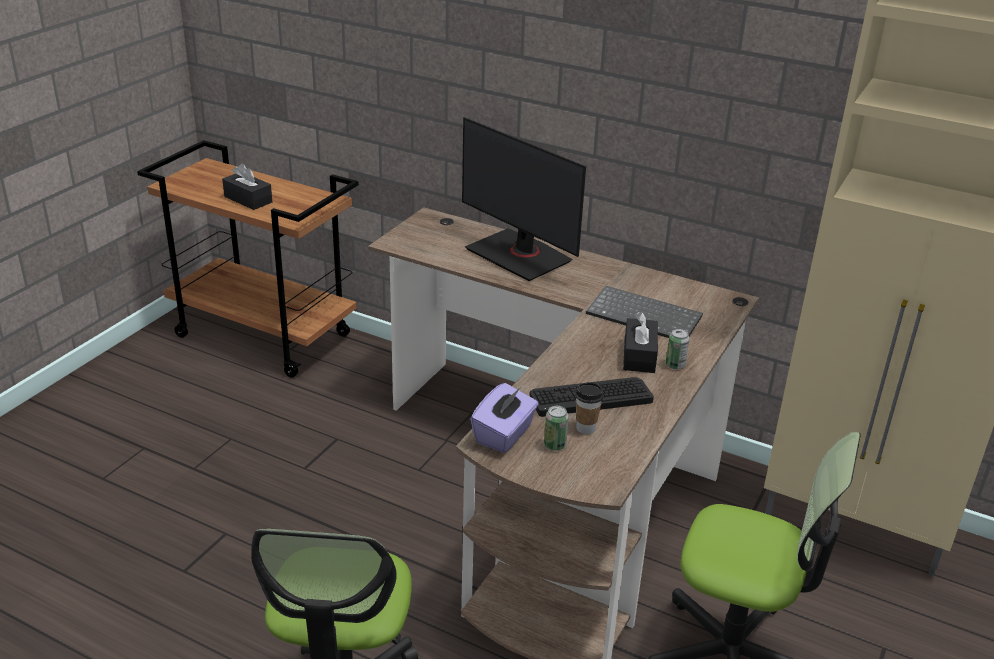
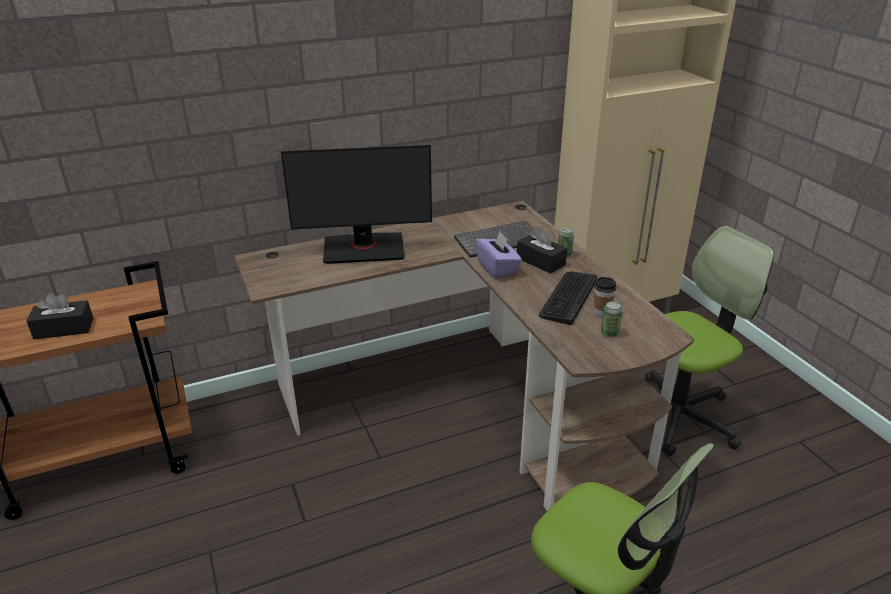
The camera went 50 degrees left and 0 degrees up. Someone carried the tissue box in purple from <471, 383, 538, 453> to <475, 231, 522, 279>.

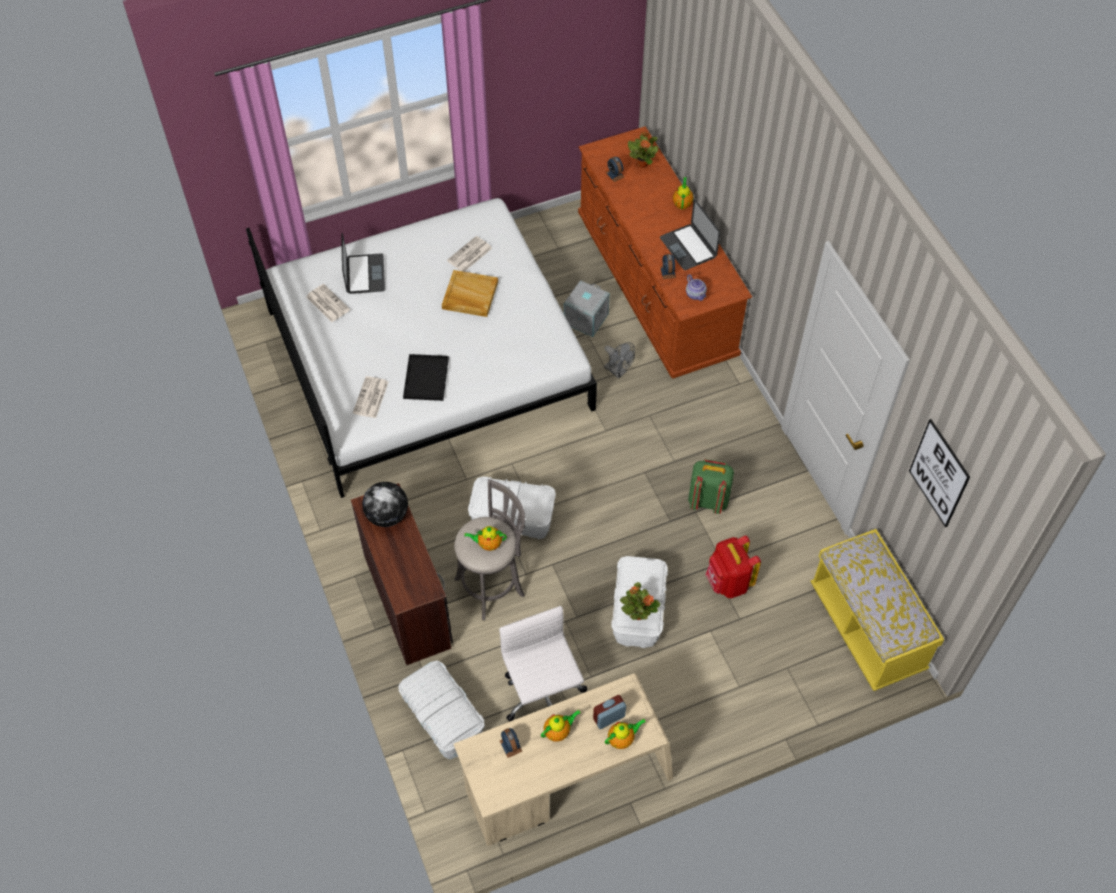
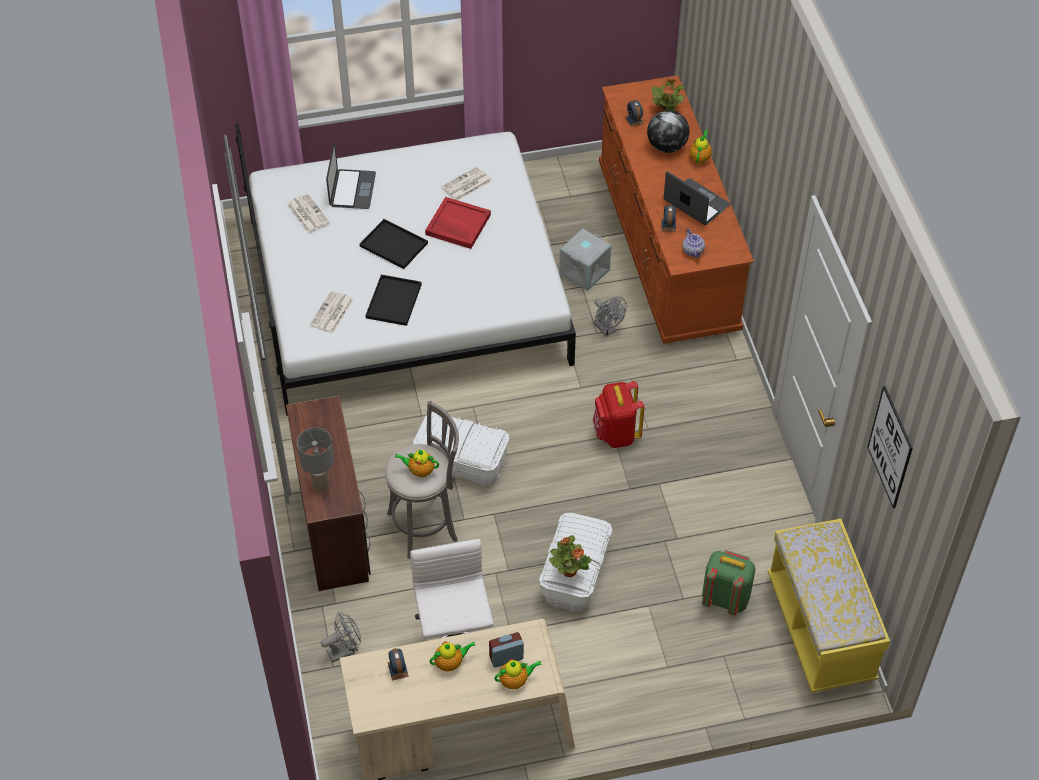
The camera went 10 degrees right and 5 degrees down. Someone put down the table lamp in grey at <297, 428, 334, 492>. Someone put down the tray in black at <360, 219, 428, 269>. Someone carried the globe from <362, 482, 408, 527> to <647, 110, 689, 153>. Someone carried the backpack in green from <688, 459, 734, 514> to <702, 550, 756, 615>. Someone carried the backpack in red from <705, 535, 761, 598> to <592, 381, 644, 448>. Someone swapped the storage box in white at <398, 661, 485, 759> for the fan in grey at <321, 612, 361, 663>. Someone repainted the tray in beige at <442, 270, 498, 317>, which became the tray in red at <425, 197, 491, 249>. Someone rotated the laptop at <660, 199, 720, 270> by 150 degrees clockwise.

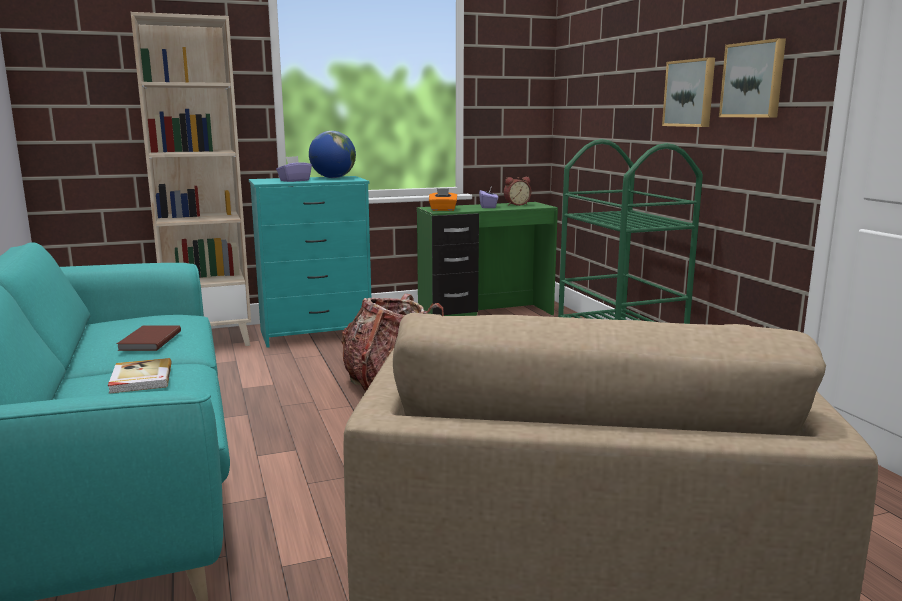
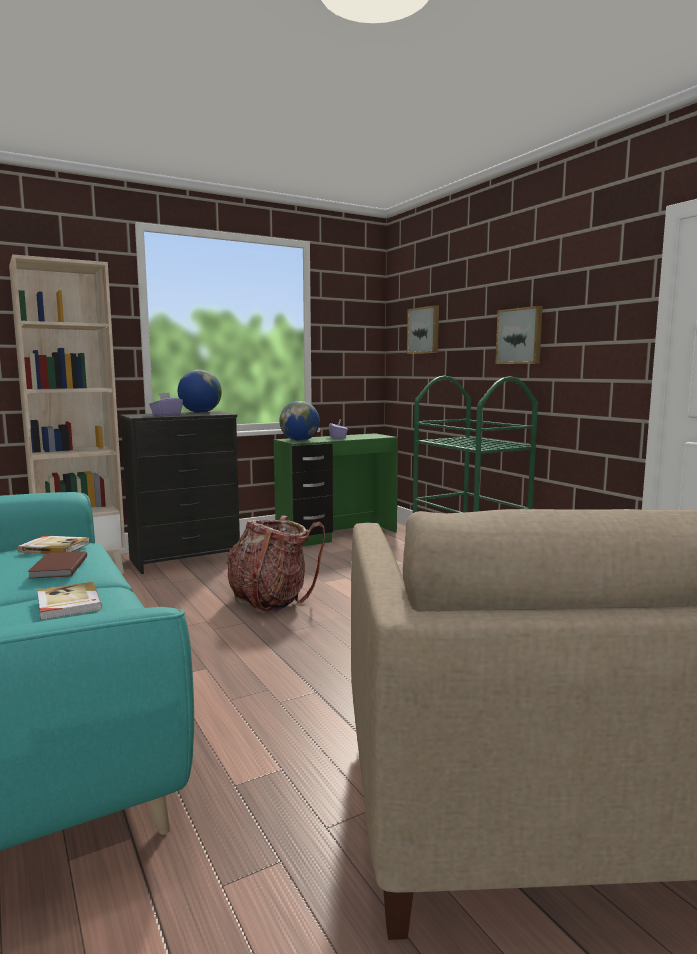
The camera went 10 degrees left and 5 degrees down. Someone took away the alarm clock at <504, 177, 531, 206>. Someone put down the book at <17, 535, 90, 554>. Someone carried the picture from <719, 38, 786, 118> to <407, 305, 439, 354>. Someone swapped the tissue box in orange at <429, 188, 457, 211> for the globe at <279, 401, 320, 441>. Someone repainted the dresser in turquoise at <249, 176, 371, 348>, which became the dresser in black at <119, 411, 240, 574>.

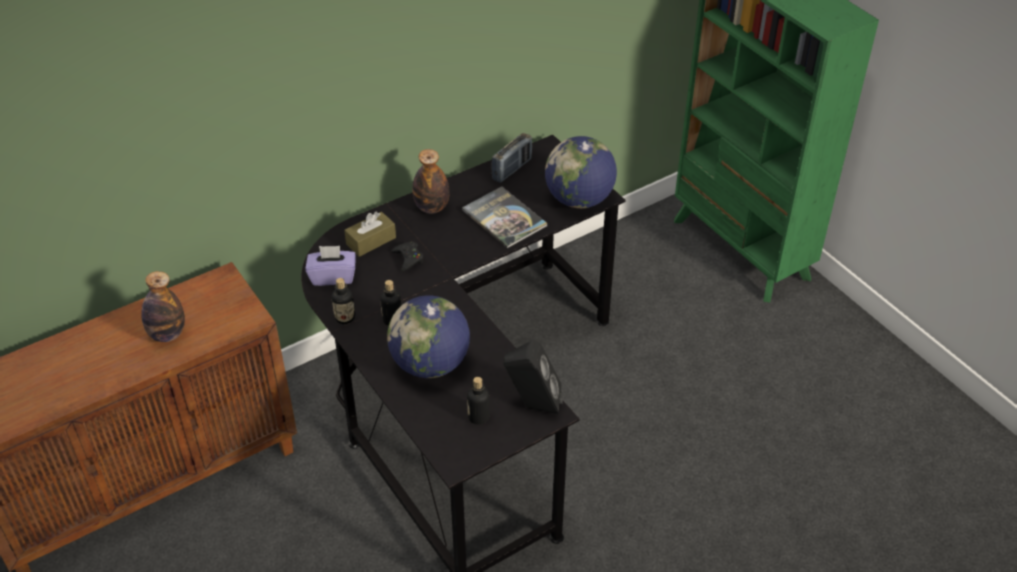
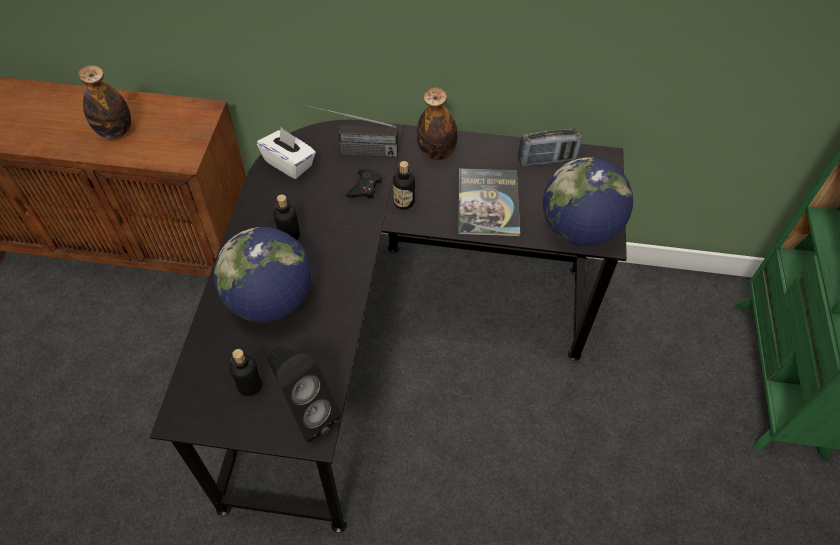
The camera went 40 degrees right and 10 degrees up. Someone carried the bottle from <332, 278, 355, 324> to <393, 161, 415, 210>. Someone swapped the tissue box in brown at <344, 212, 396, 257> for the radio at <306, 105, 398, 158>. Someone repainted the tissue box in purple at <305, 246, 356, 286>, which became the tissue box in white at <257, 127, 316, 179>.

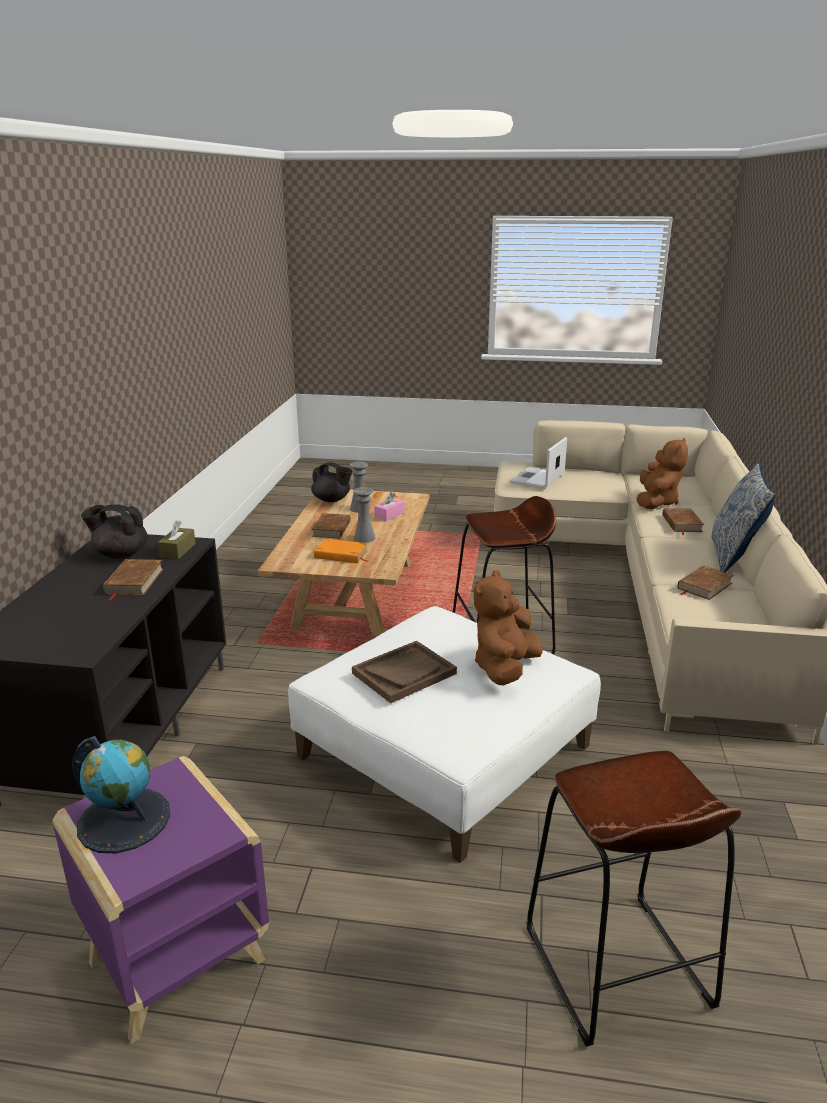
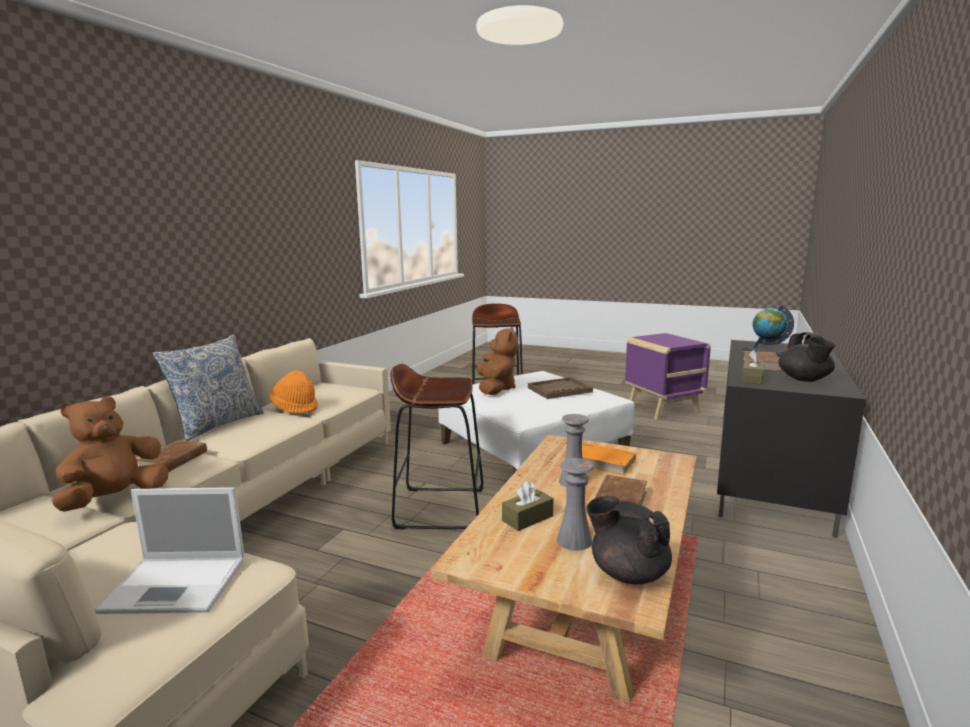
The camera went 165 degrees left and 10 degrees down. Someone carried the globe from <72, 736, 170, 853> to <743, 305, 794, 356>. Someone swapped the book in brown at <678, 565, 734, 600> for the hat in orange at <269, 371, 318, 414>. Someone repainted the tissue box in pink at <374, 492, 405, 521>, which became the tissue box in brown at <502, 481, 553, 531>. Someone rotated the teapot in black at <81, 504, 148, 559> by 75 degrees clockwise. Someone rotated the plush toy in brown at <474, 570, 543, 686> by 45 degrees counterclockwise. Someone rotated the laptop at <510, 437, 567, 489> by 45 degrees clockwise.

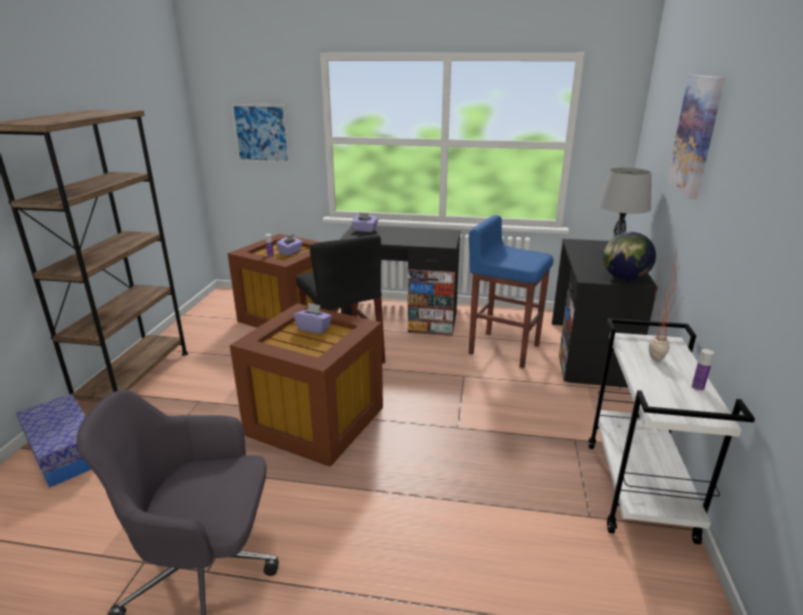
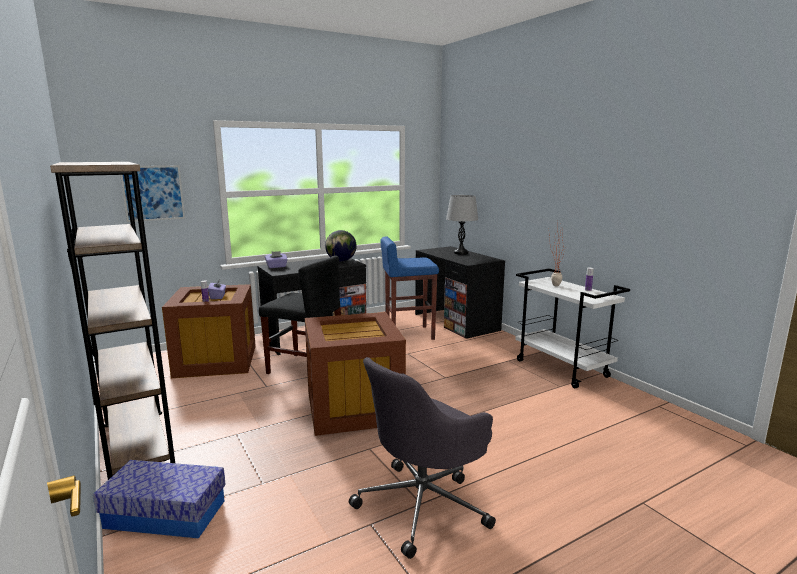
The camera went 40 degrees left and 10 degrees down. Someone took away the tissue box in purple at <294, 303, 332, 334>. Someone took away the picture at <667, 75, 725, 199>. Someone carried the globe from <603, 232, 656, 281> to <325, 230, 357, 261>.

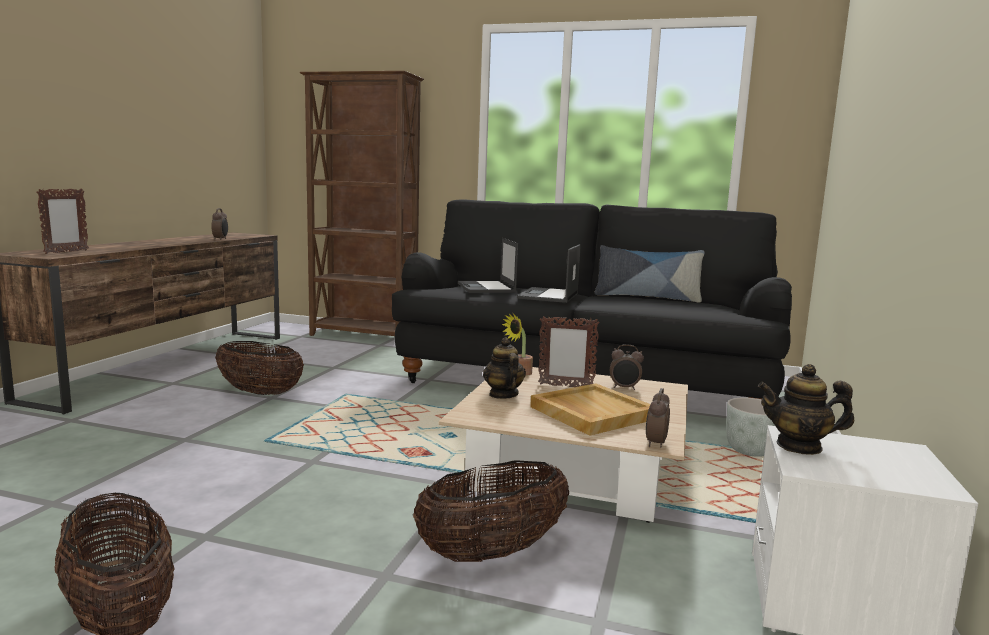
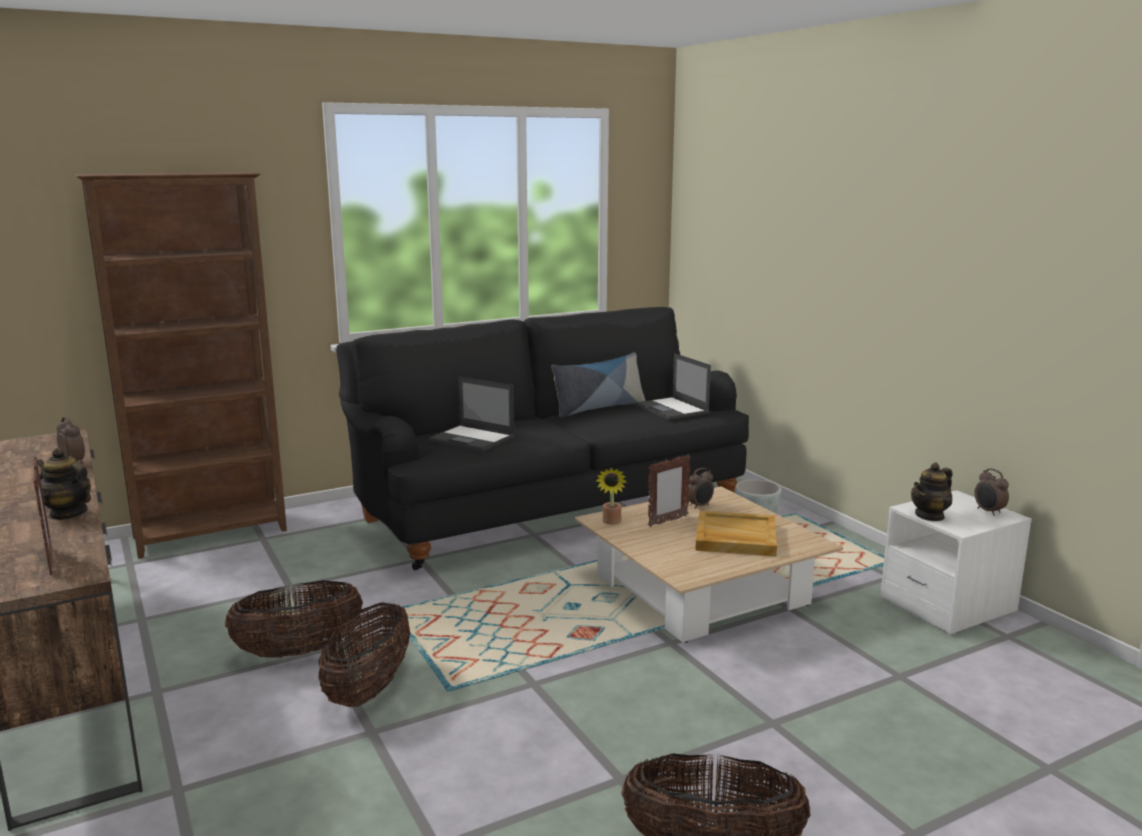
The camera went 45 degrees left and 5 degrees up. Someone carried the basket from <413, 460, 569, 562> to <318, 602, 411, 707>. Someone carried the teapot from <483, 337, 526, 399> to <37, 448, 91, 520>. Someone carried the laptop from <517, 244, 581, 303> to <635, 353, 711, 420>. Someone carried the alarm clock from <646, 388, 670, 447> to <974, 468, 1009, 516>.

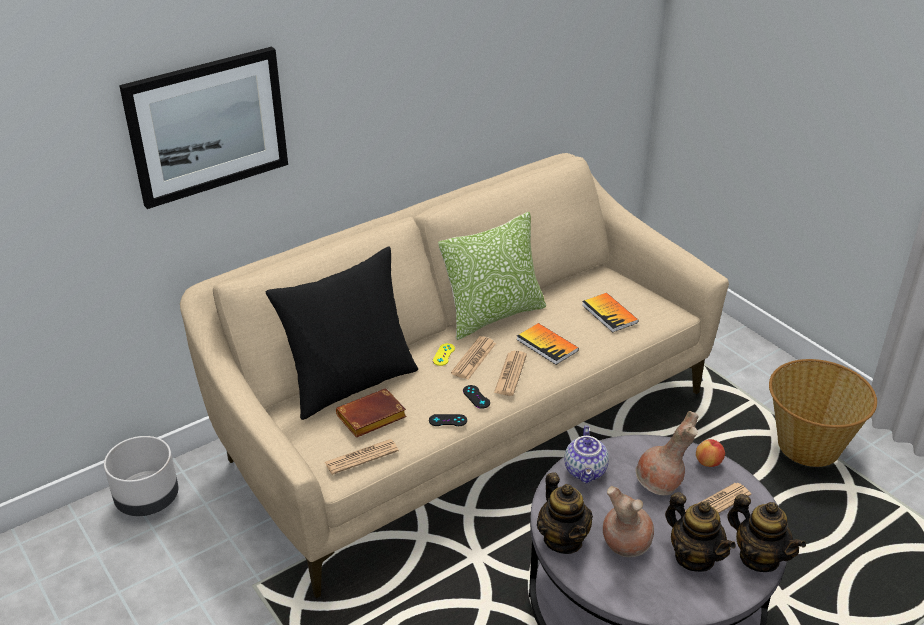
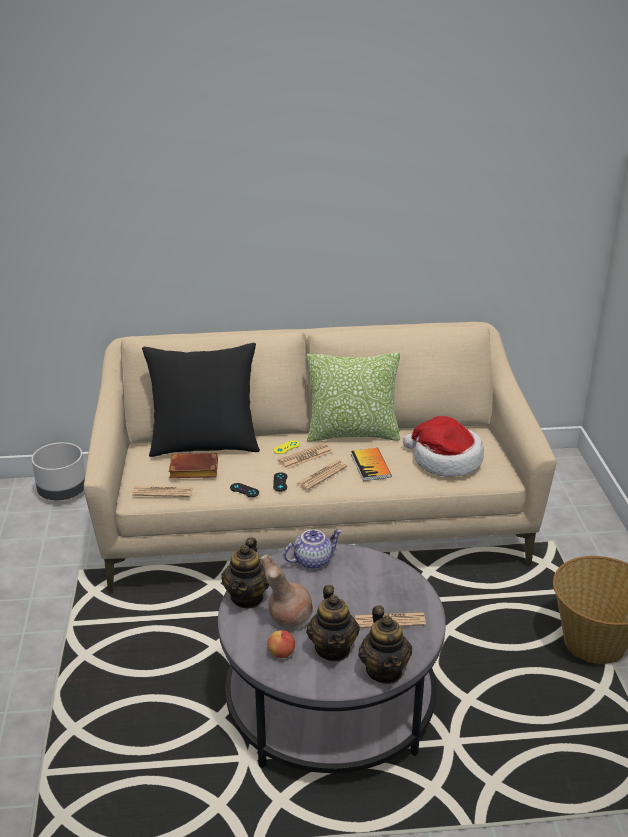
The camera went 30 degrees right and 5 degrees down. Someone took away the picture at <119, 47, 288, 209>. Someone took away the vase in brown at <636, 411, 699, 495>. Someone carried the apple from <696, 439, 725, 467> to <267, 630, 295, 658>. Someone swapped the book at <582, 293, 639, 332> for the hat at <403, 416, 484, 477>. Someone rotated the teapot at <564, 425, 609, 483> by 150 degrees counterclockwise.

